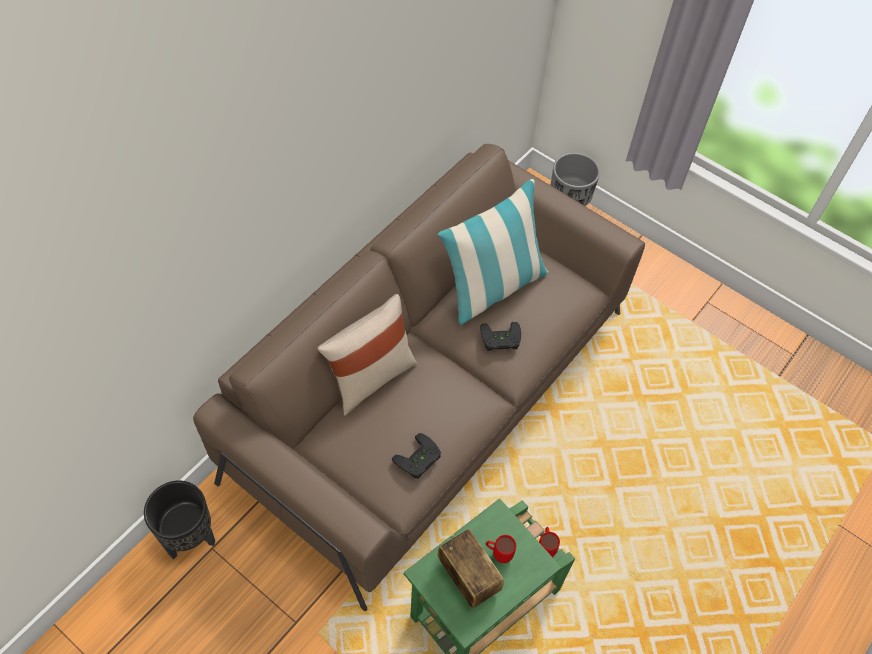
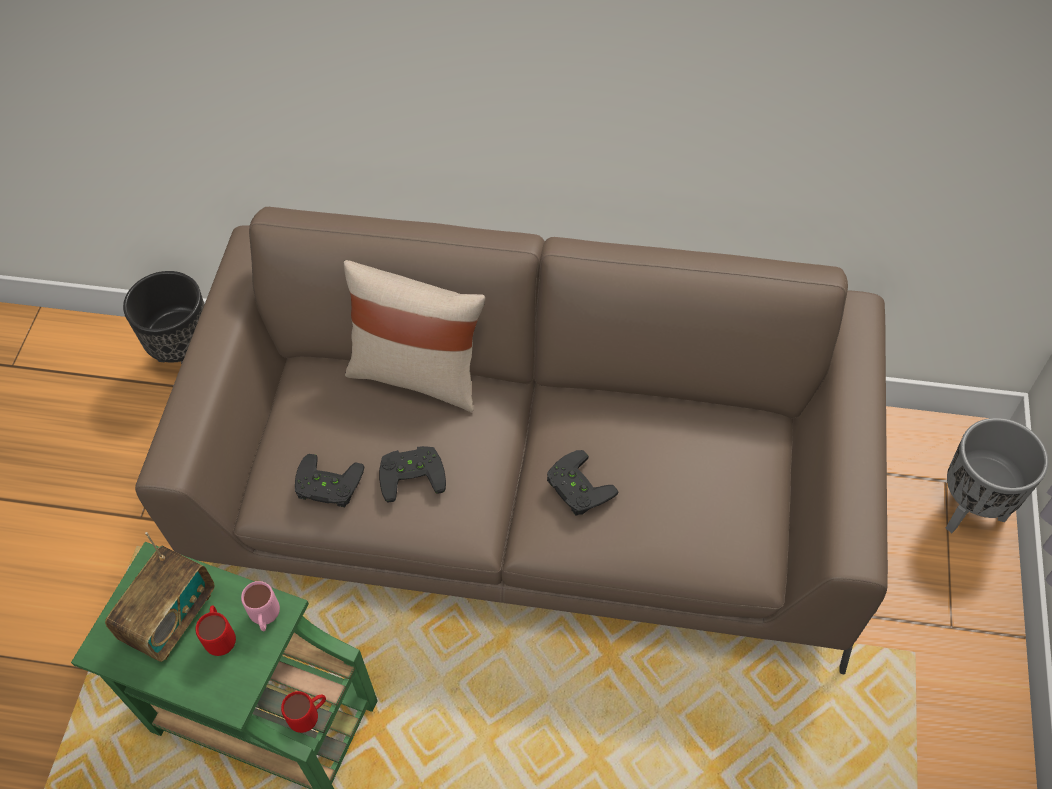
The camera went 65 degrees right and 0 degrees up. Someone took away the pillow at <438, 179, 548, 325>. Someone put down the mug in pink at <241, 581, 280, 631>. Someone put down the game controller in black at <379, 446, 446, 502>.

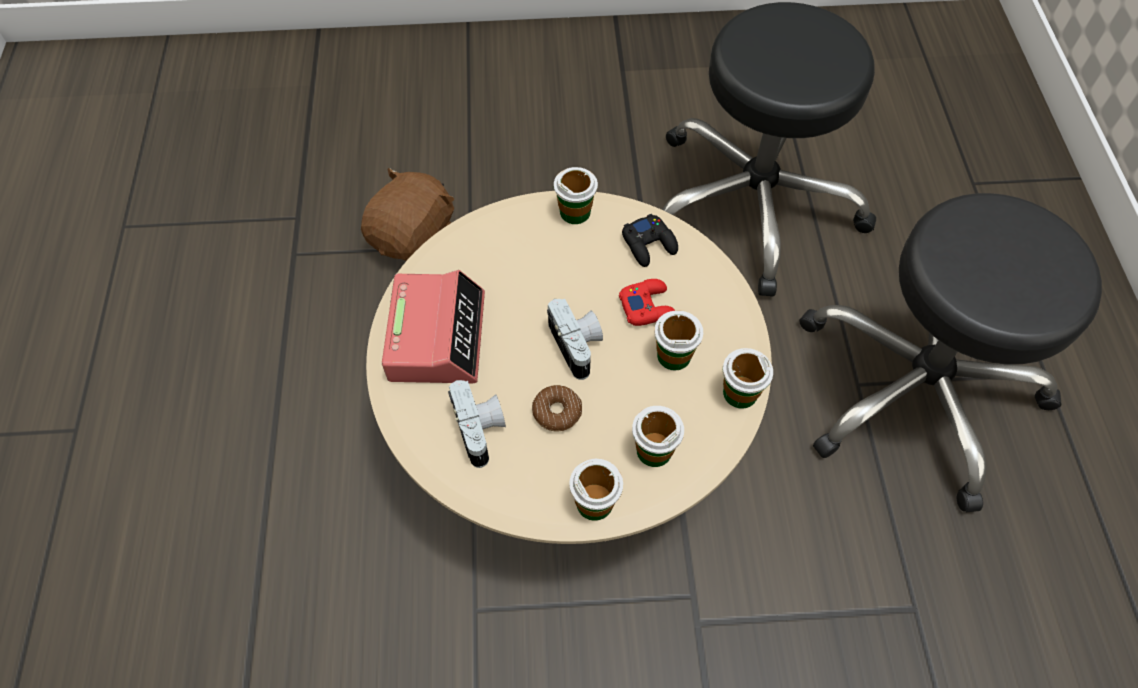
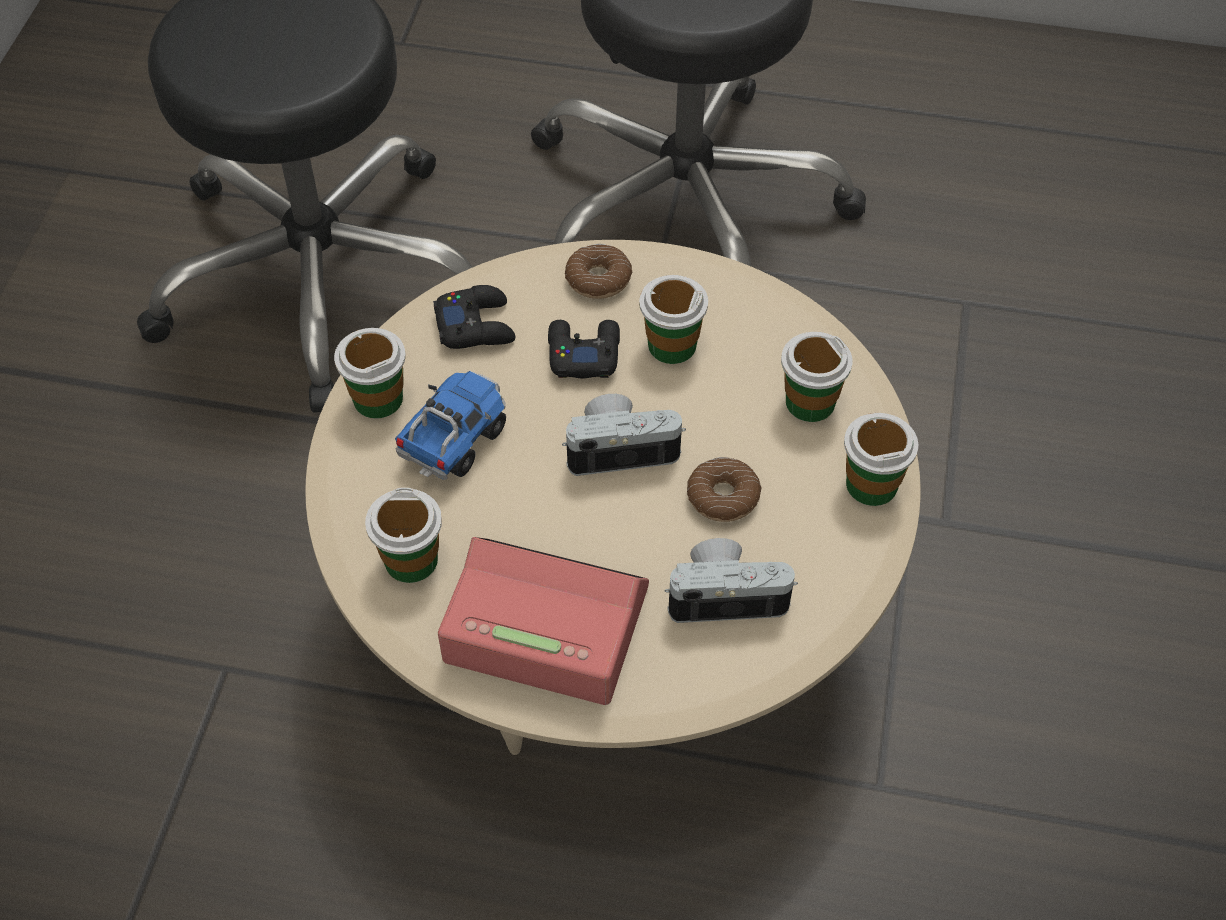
The camera went 75 degrees left and 5 degrees down. Someone took away the plush toy in brown at <361, 168, 455, 261>. Someone put down the toy truck at <395, 370, 506, 480>. Someone put down the donut at <565, 244, 632, 299>. Someone carried the cup from <723, 348, 773, 409> to <365, 487, 442, 583>. Someone repainted the game controller in red at <619, 279, 675, 326>, which became the game controller in black at <548, 320, 620, 379>.

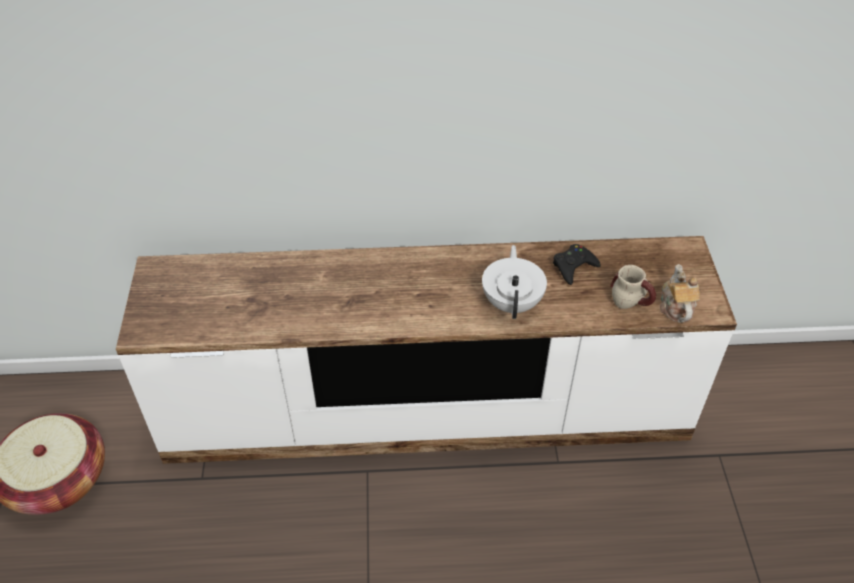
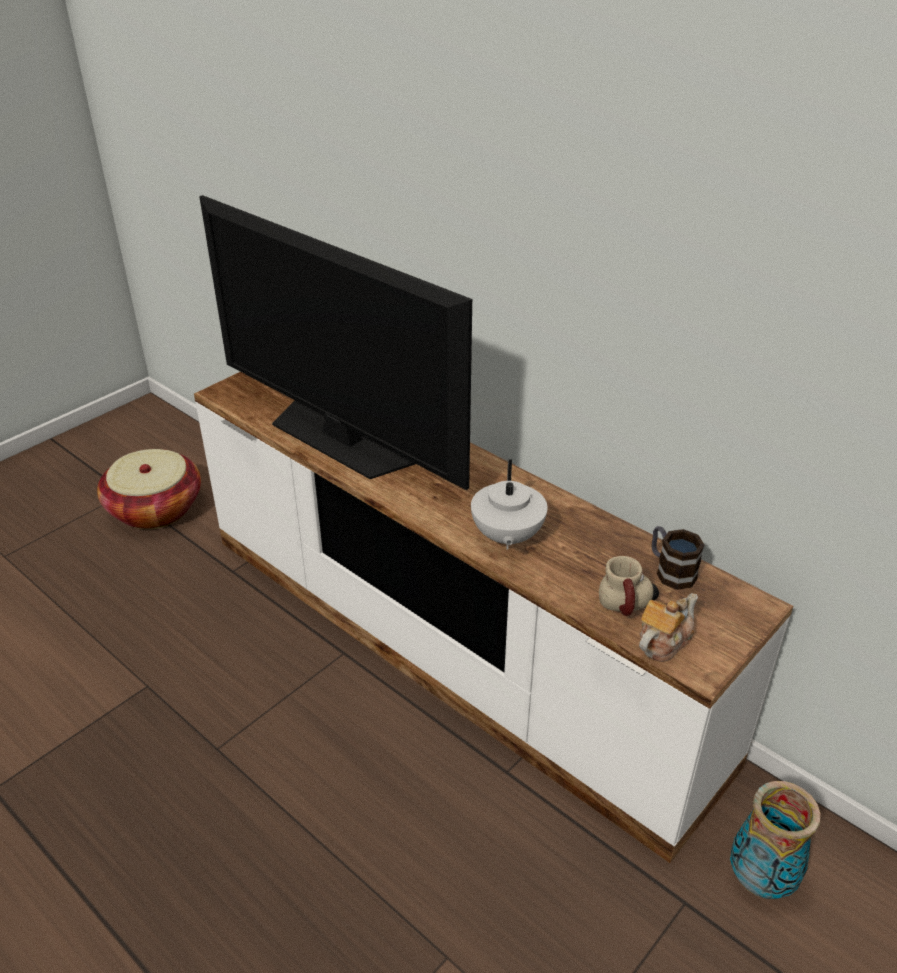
The camera went 45 degrees right and 10 degrees down. Someone took away the game controller in black at <553, 244, 601, 285>. Someone put down the television at <199, 195, 472, 490>. Someone put down the mug at <652, 526, 705, 590>. Someone put down the vase at <730, 781, 821, 899>. Someone rotated the teapot in white at <482, 245, 547, 319> by 135 degrees clockwise.

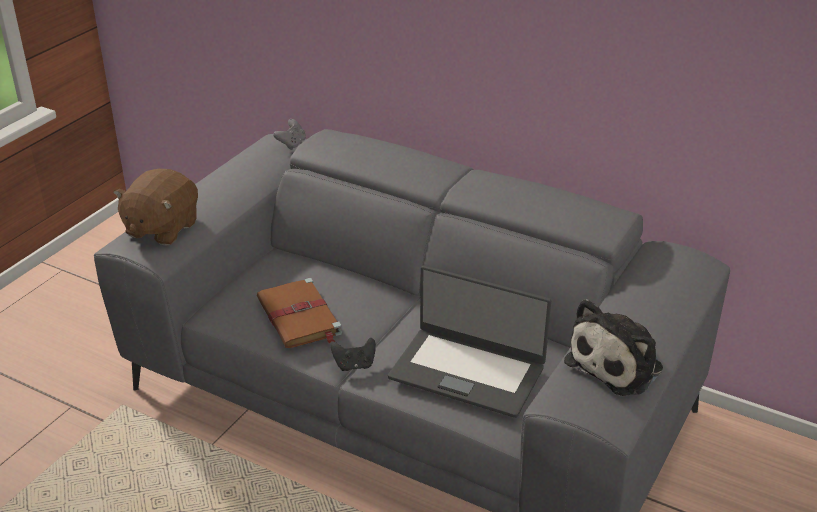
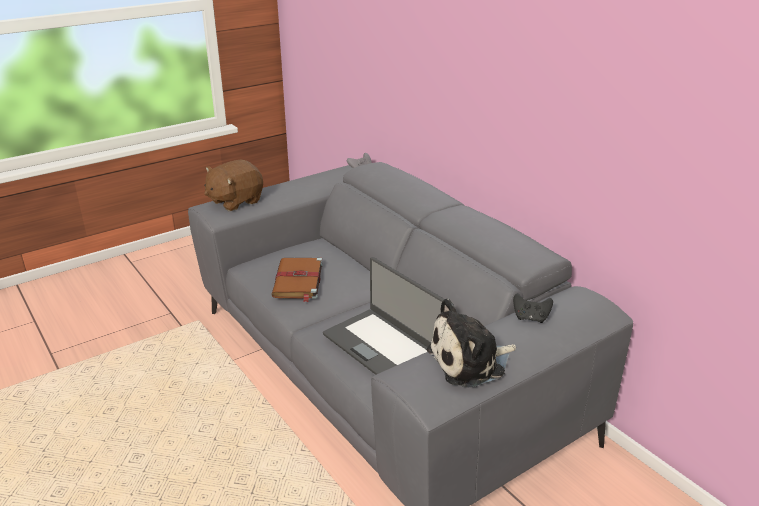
The camera went 25 degrees right and 5 degrees down. Someone carried the game controller in black from <331, 338, 376, 371> to <513, 293, 553, 323>.

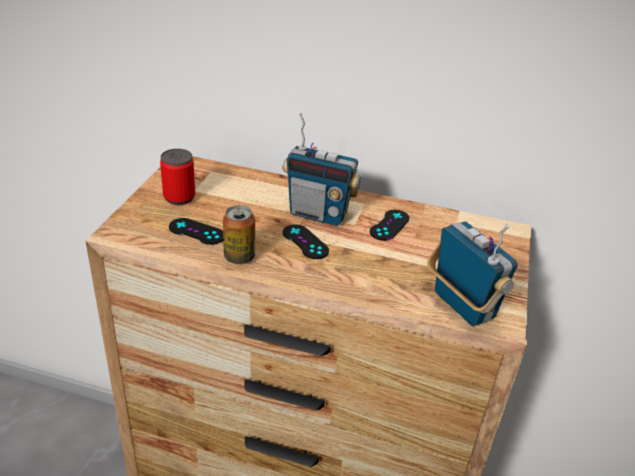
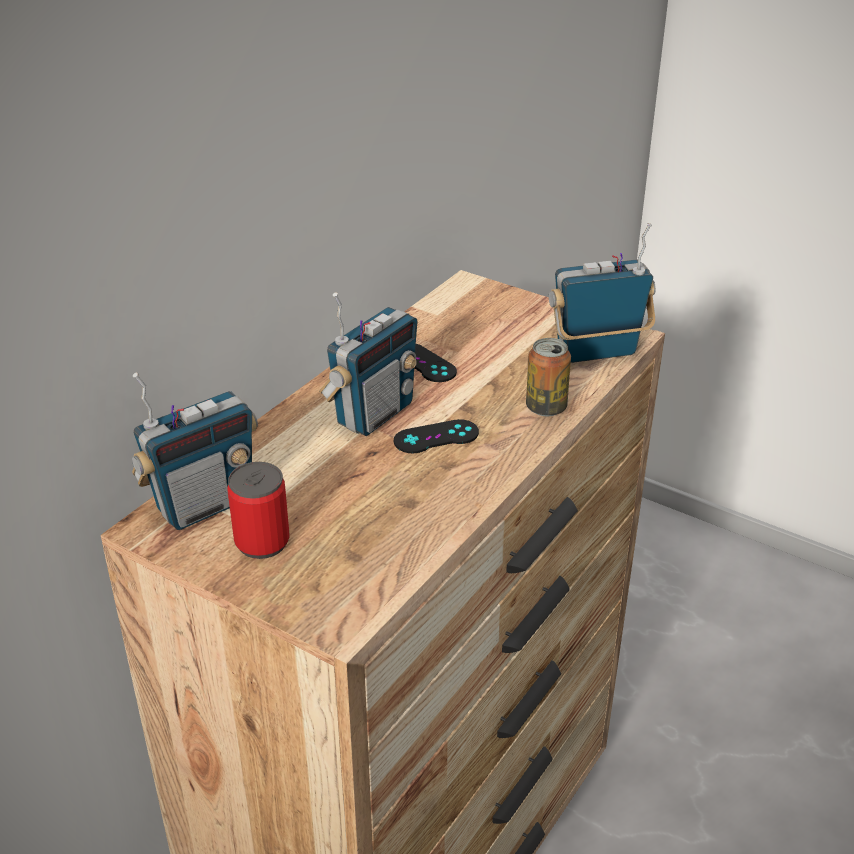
The camera went 70 degrees left and 0 degrees up. Someone took away the game controller in black at <169, 218, 223, 245>. Someone put down the radio at <132, 373, 258, 530>. Someone carried the can from <223, 205, 255, 264> to <526, 338, 571, 416>.

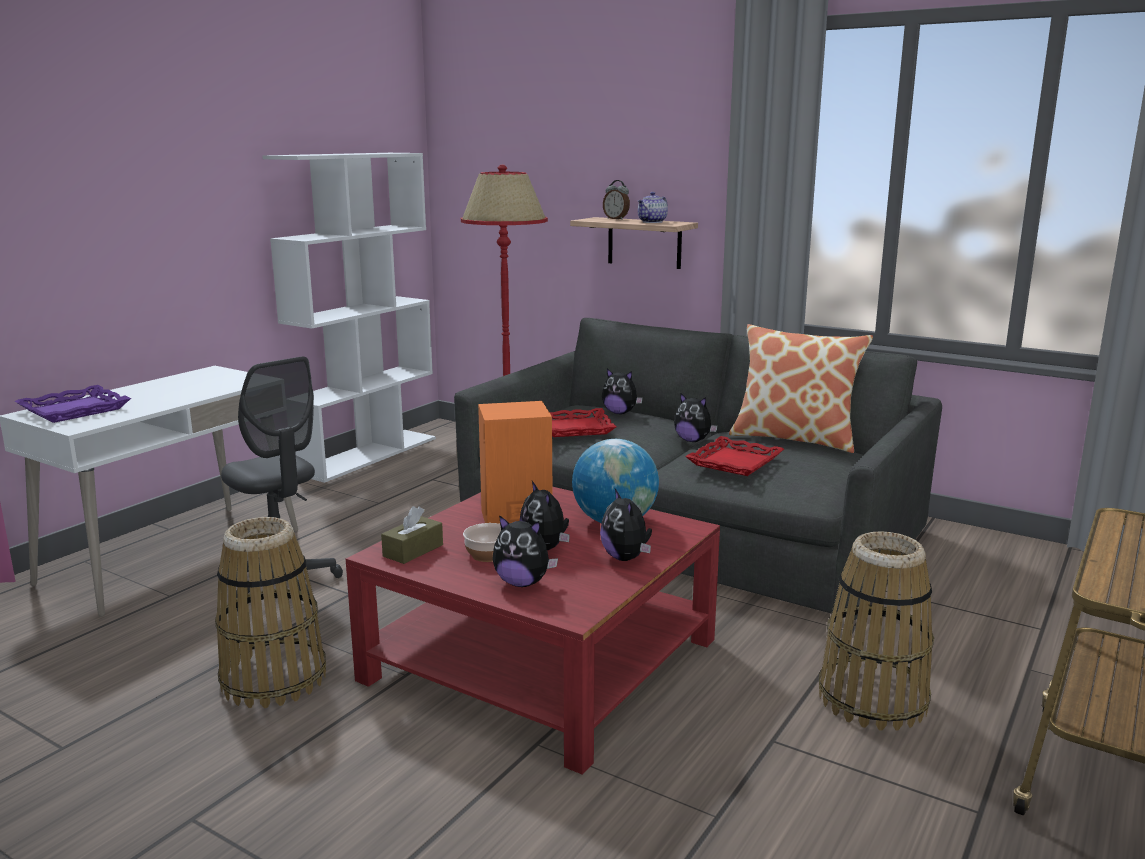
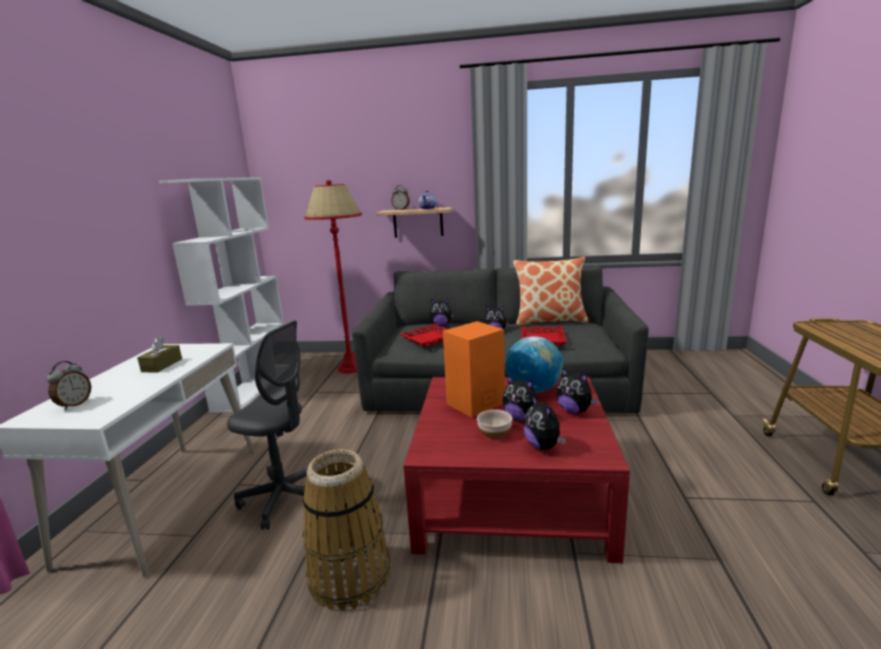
The camera went 25 degrees left and 0 degrees up. Someone took away the basket at <819, 531, 934, 731>. Someone carried the tissue box in brown from <381, 506, 443, 564> to <137, 337, 182, 373>. Someone swapped the tray in purple at <15, 385, 131, 423> for the alarm clock at <46, 361, 91, 410>. Someone rotated the plush toy at <492, 515, 558, 587> by 75 degrees clockwise.

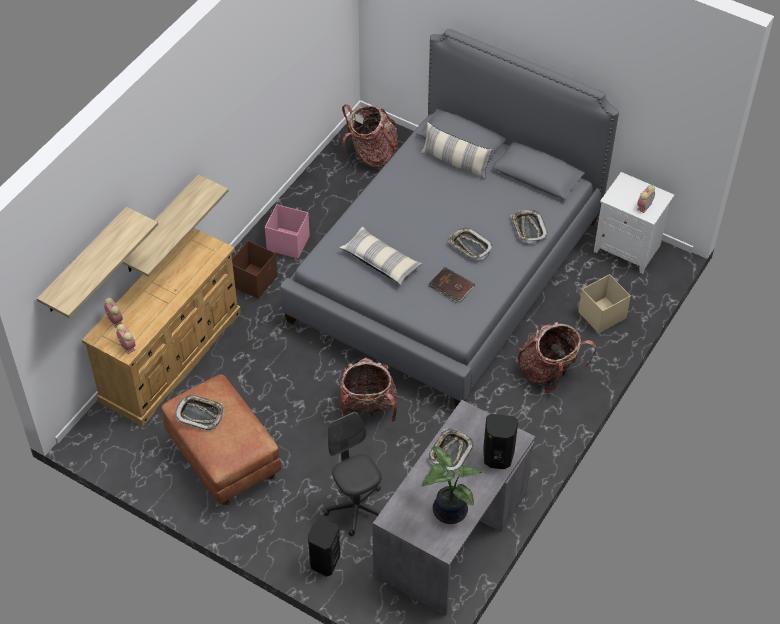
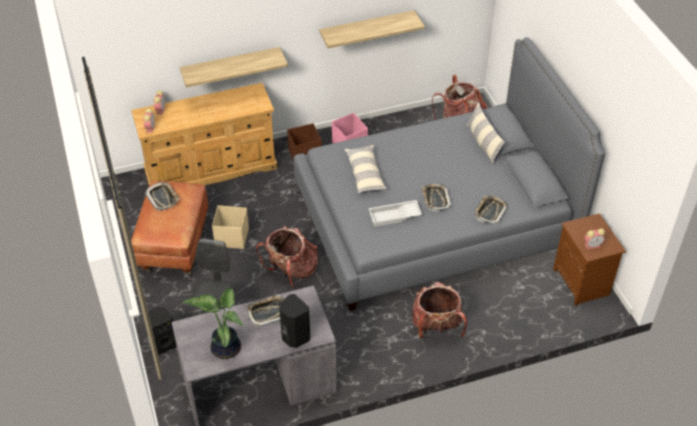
The camera went 40 degrees right and 5 degrees down. Someone carried the shelf from <37, 207, 158, 318> to <319, 10, 425, 48>. Someone carried the storage box in beige from <578, 274, 631, 334> to <212, 205, 249, 249>. Someone swapped the book in brown at <429, 267, 475, 304> for the tray in white at <369, 200, 422, 227>. Someone repainted the nightstand in white at <594, 172, 674, 274>, which became the nightstand in brown at <553, 213, 626, 306>.

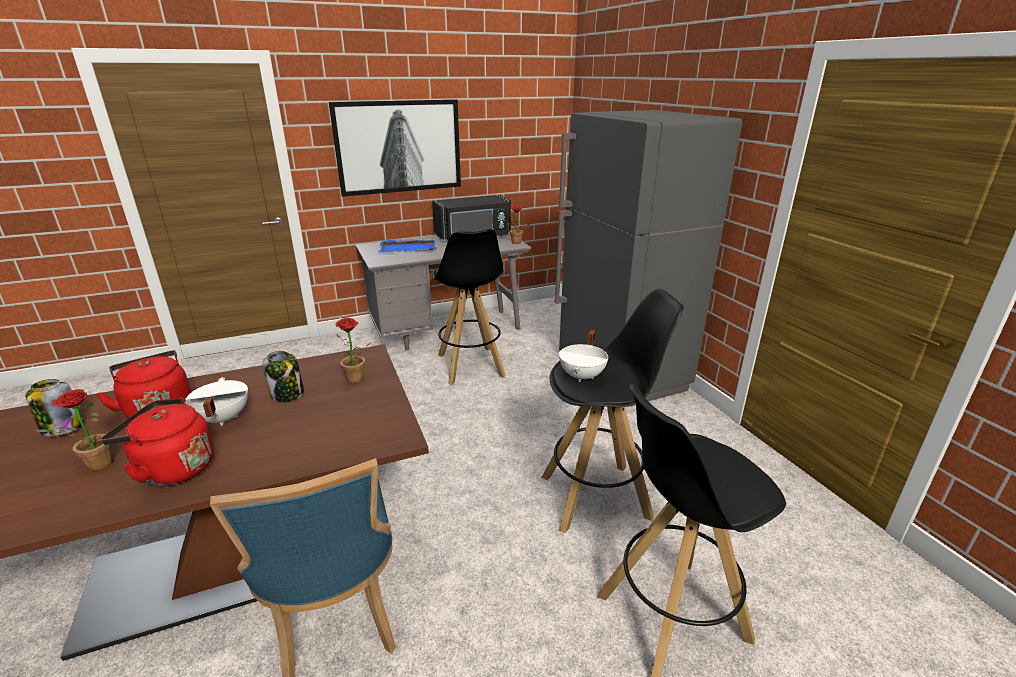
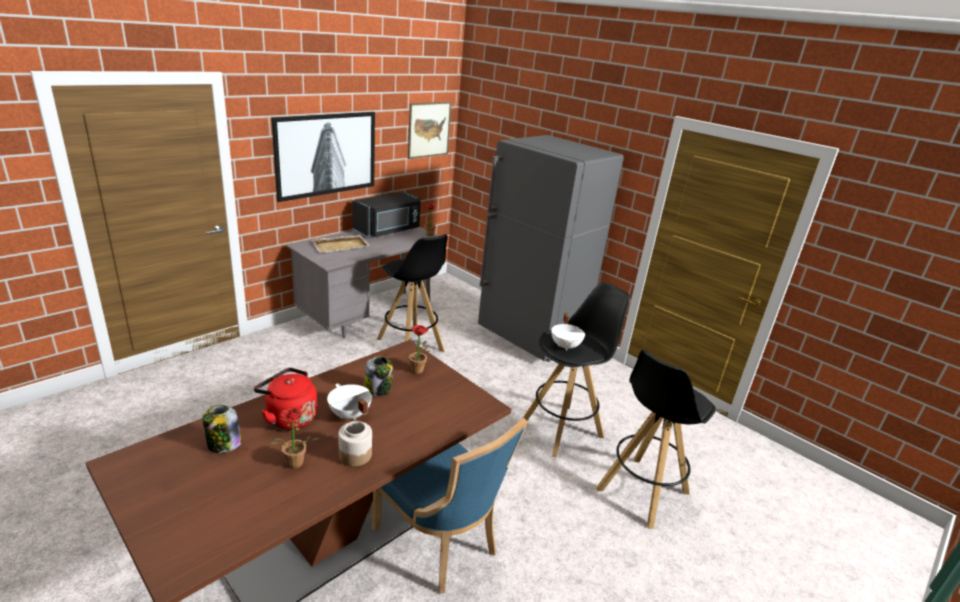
The camera went 25 degrees left and 0 degrees up. Someone put up the picture at <408, 102, 451, 159>. Someone swapped the kettle in red at <101, 398, 214, 486> for the jar at <338, 421, 372, 467>. Someone repainted the tray in blue at <378, 239, 437, 252>, which became the tray in beige at <311, 235, 371, 253>.

